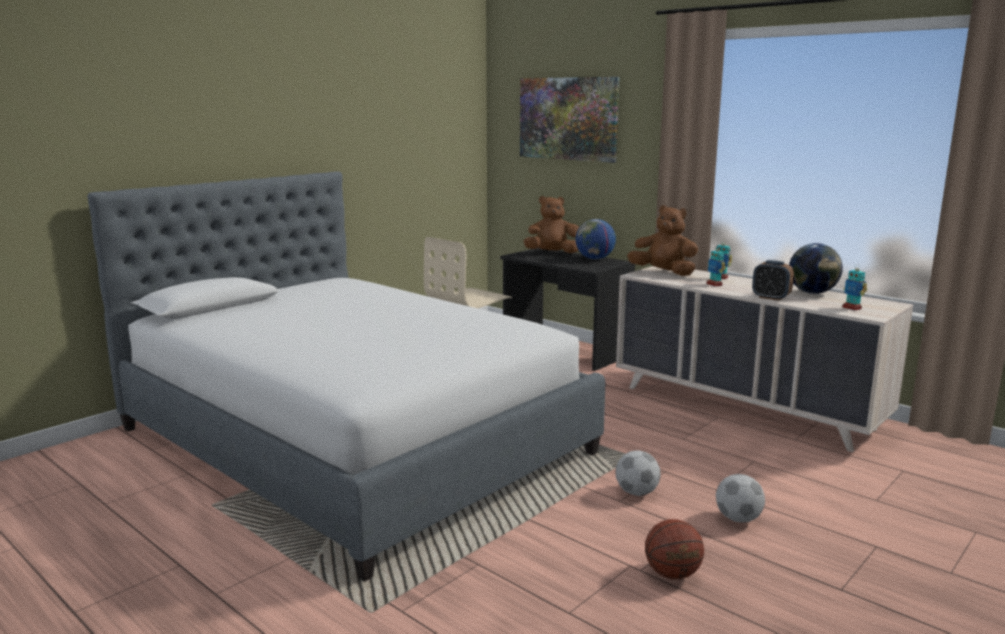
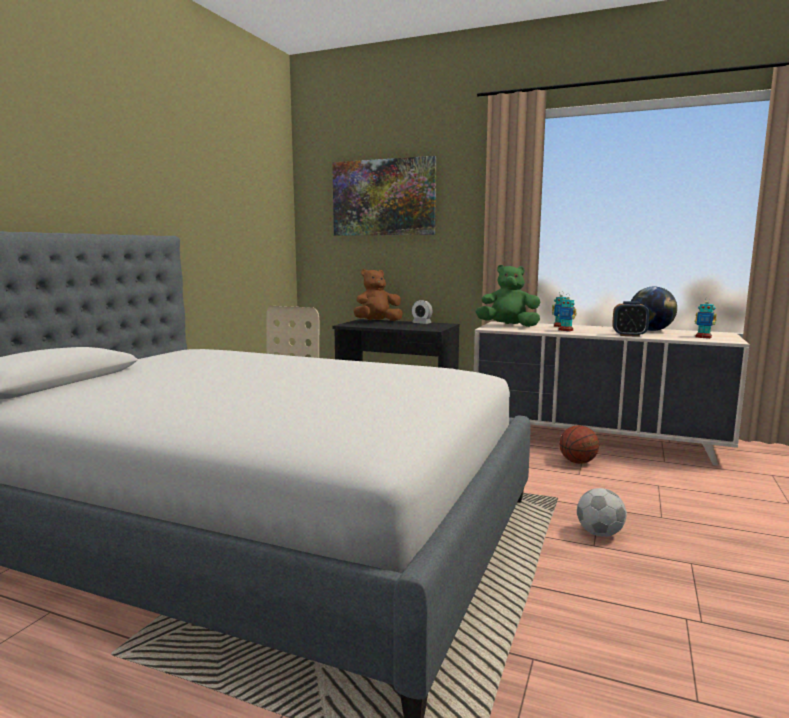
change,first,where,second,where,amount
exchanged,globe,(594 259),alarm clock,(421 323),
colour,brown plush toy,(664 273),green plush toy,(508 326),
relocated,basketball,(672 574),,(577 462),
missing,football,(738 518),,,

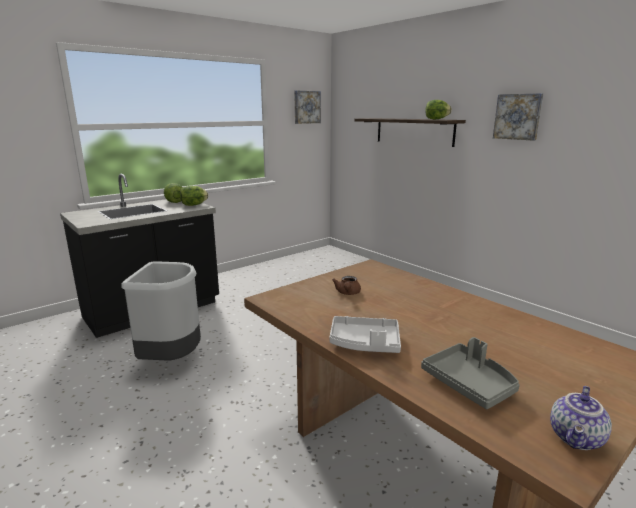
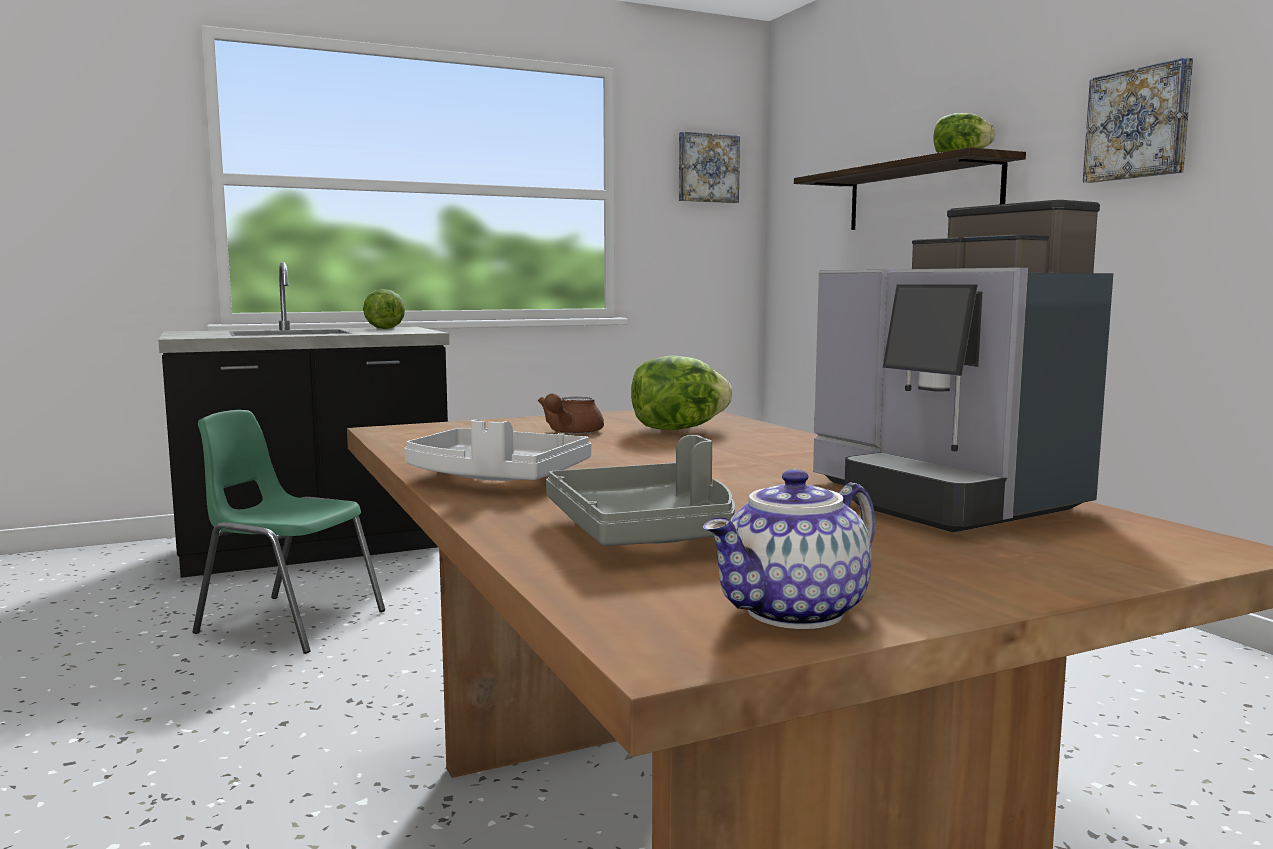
change,first,where,second,where,amount
exchanged,grey trash can,(172 359),green chair,(289 622),
relocated,lettuce,(194 205),,(677 429),
appeared,,,coffee machine,(942 499),

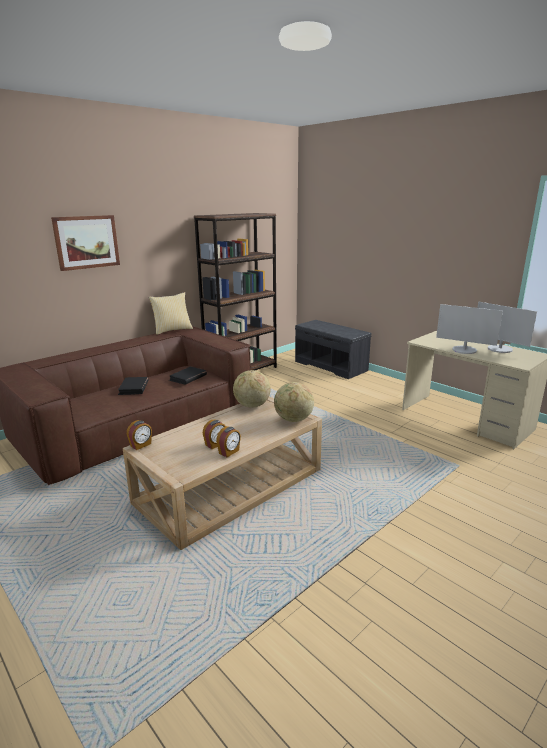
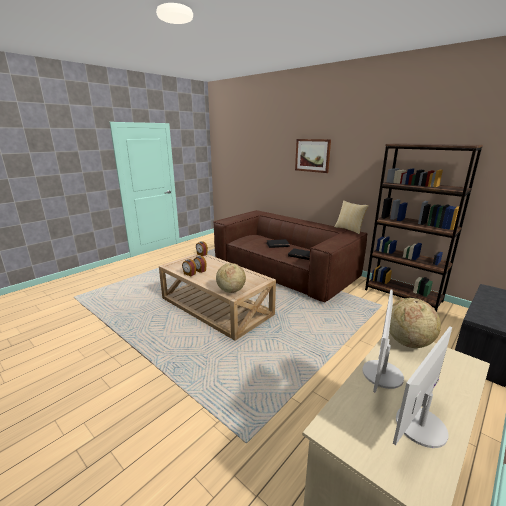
change,first,where,second,where,amount
relocated,globe,(252 405),,(407 342),

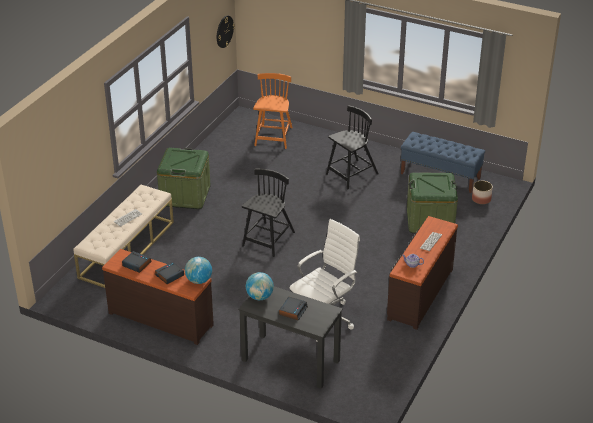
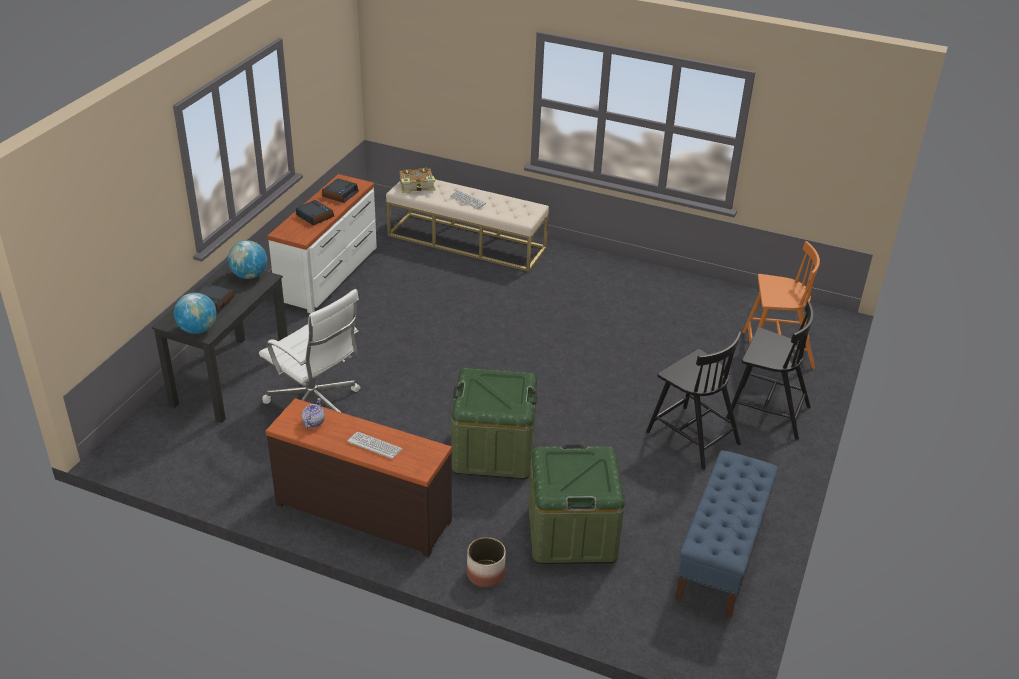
change,first,where,second,where,amount
colour,brown dresser,(161 318),white dresser,(329 274),
relocated,green storage box,(185 195),,(493 451),
relocated,globe,(199 280),,(198 329),
missing,wall clock,(224 31),,,
relocated,black chair,(268 240),,(766 412),
relocated,planter,(481 199),,(485 574),
appeared,,,book,(417 186),

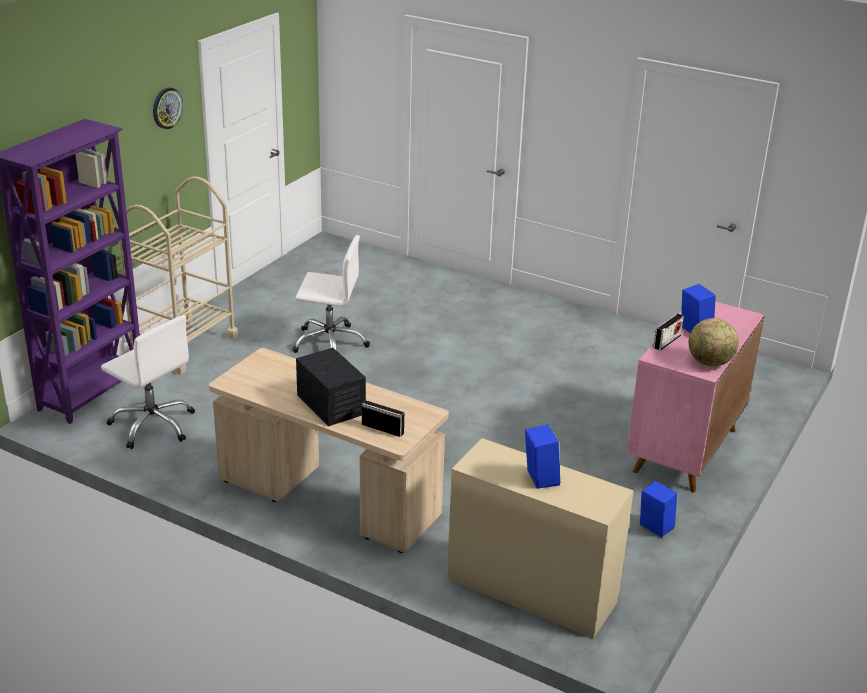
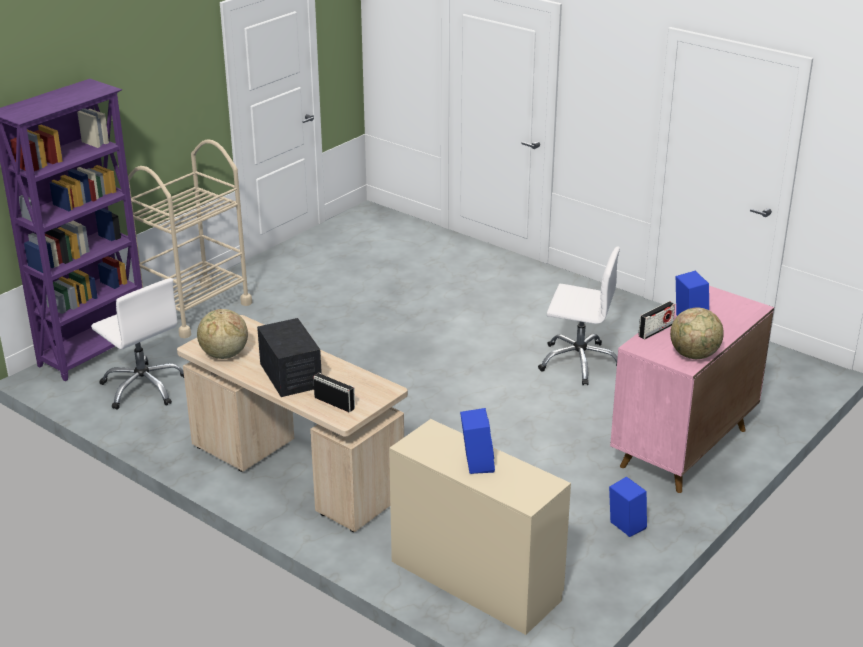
change,first,where,second,where,amount
missing,wall clock,(167 108),,,
relocated,white office chair,(330 343),,(579 362),
appeared,,,globe,(224 355),

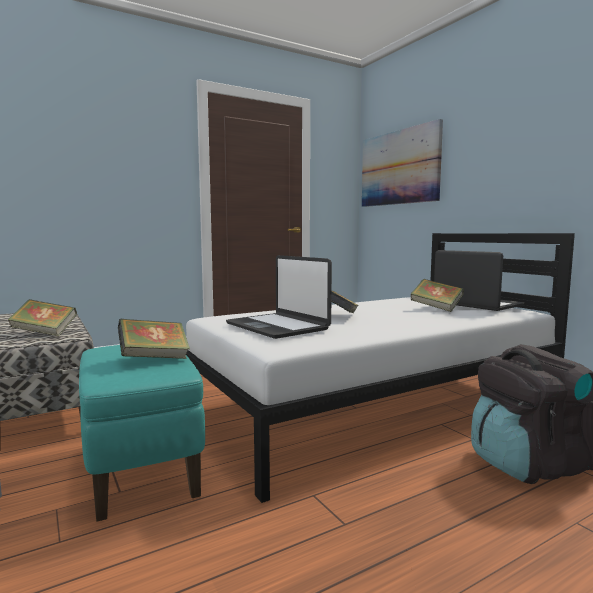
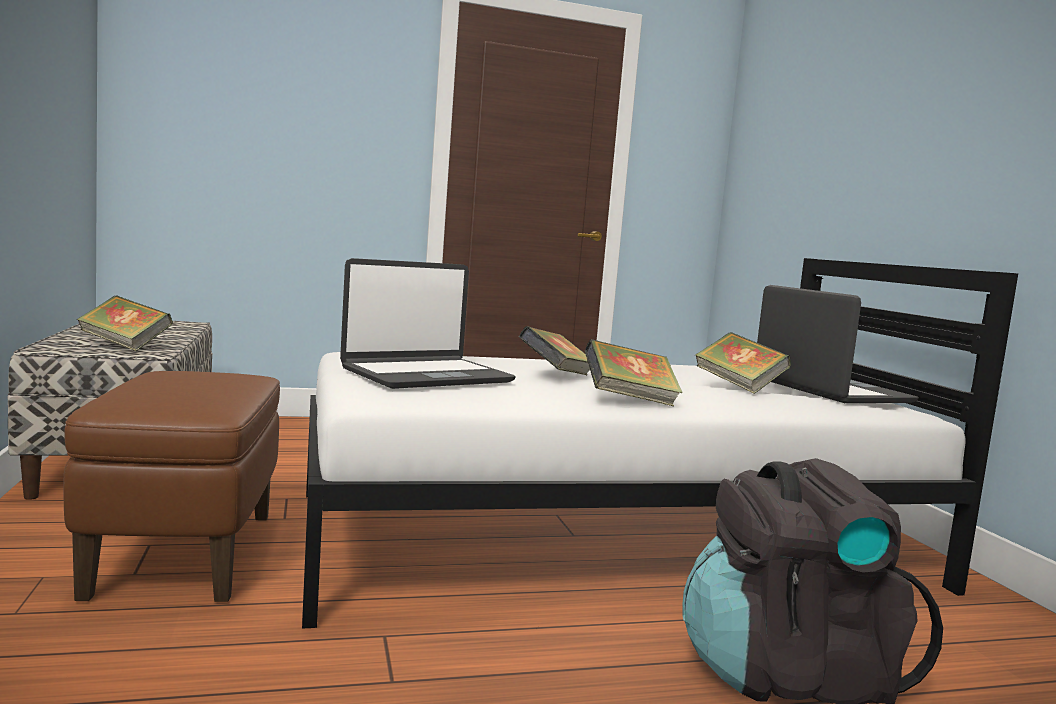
change,first,where,second,where,amount
colour,turquoise ottoman,(141 469),brown ottoman,(185 553),
relocated,book,(154 359),,(629 400),
spun,laptop,(278 327),,(426 375),105 degrees counterclockwise
missing,picture,(399 168),,,

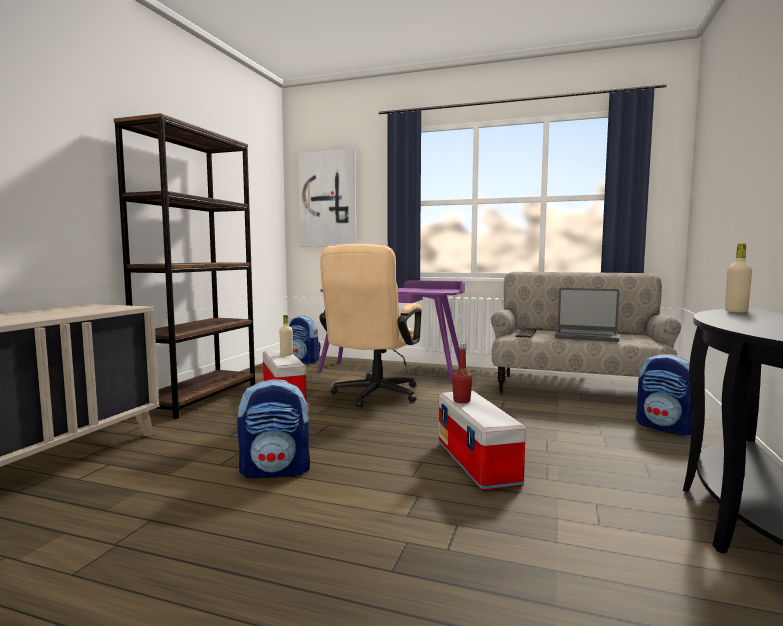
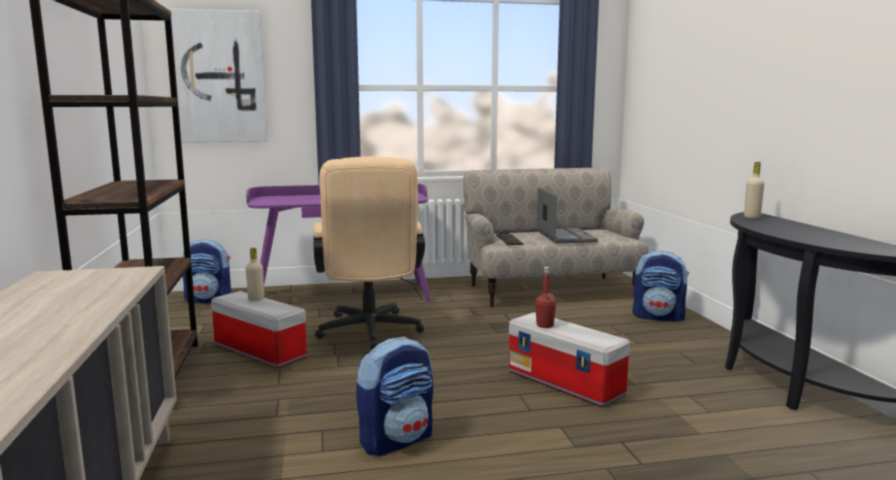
change,first,where,second,where,amount
spun,laptop,(586 336),,(565 237),90 degrees counterclockwise

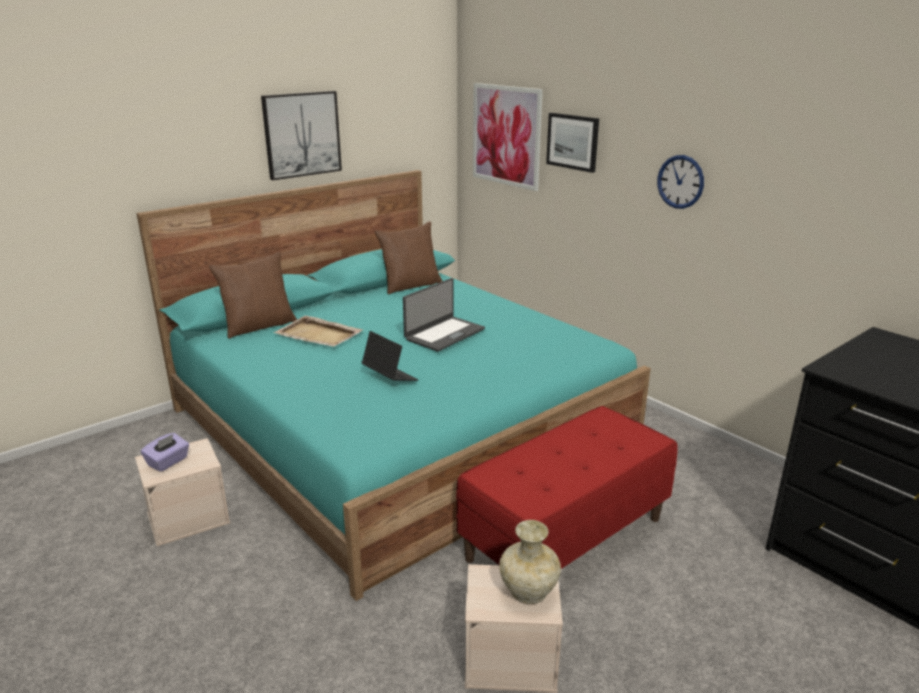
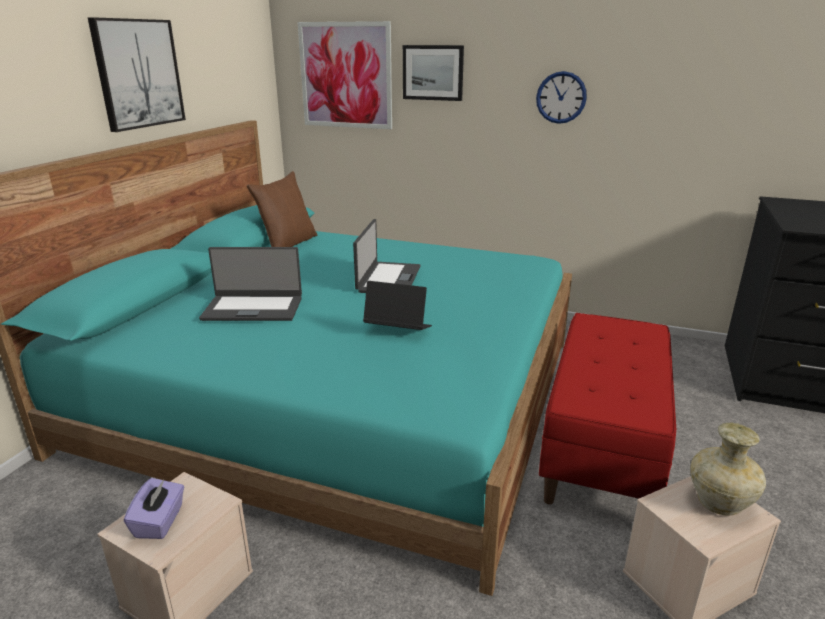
change,first,where,second,where,amount
missing,brown pillow,(259 326),,,
exchanged,beige tray,(319 335),laptop,(253 308),

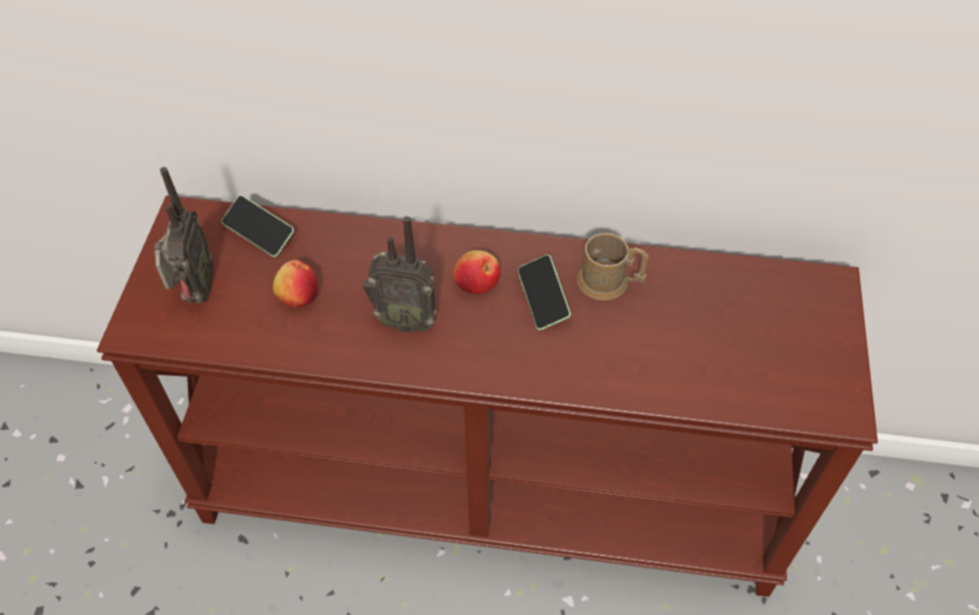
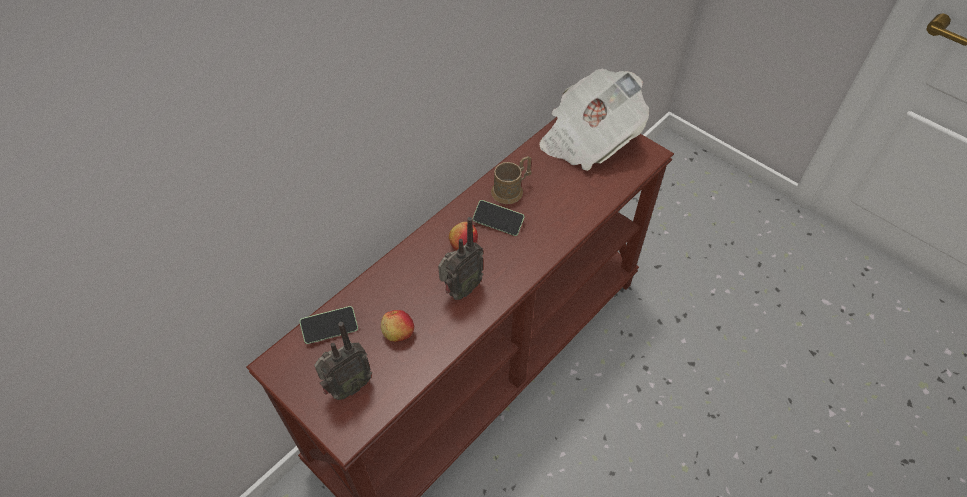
change,first,where,second,where,amount
spun,radio,(195 293),,(347 387),105 degrees clockwise
appeared,,,newspaper,(588 139),

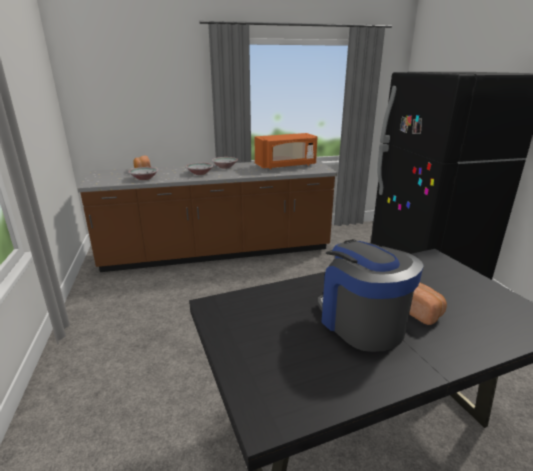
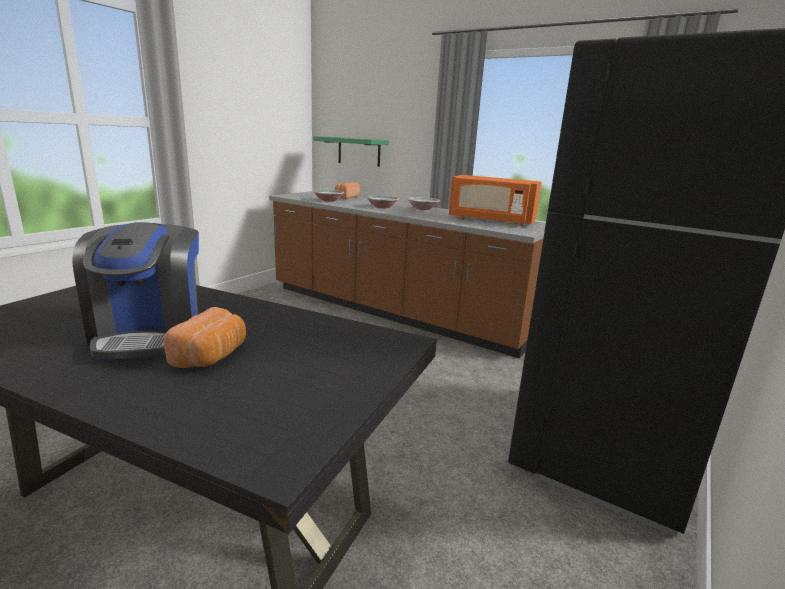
change,first,where,second,where,amount
spun,coffee machine,(361 322),,(149 334),150 degrees clockwise
appeared,,,green shelf,(359 151),

